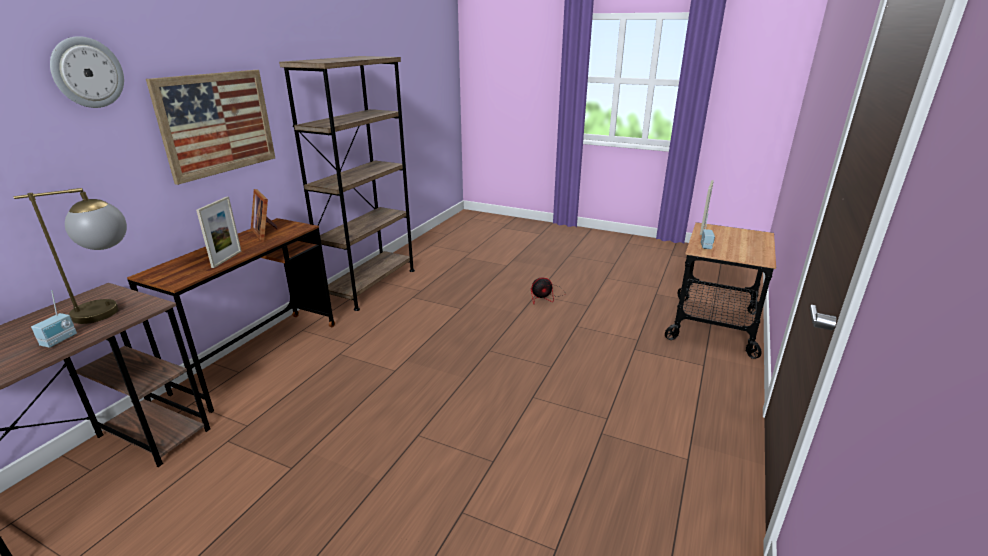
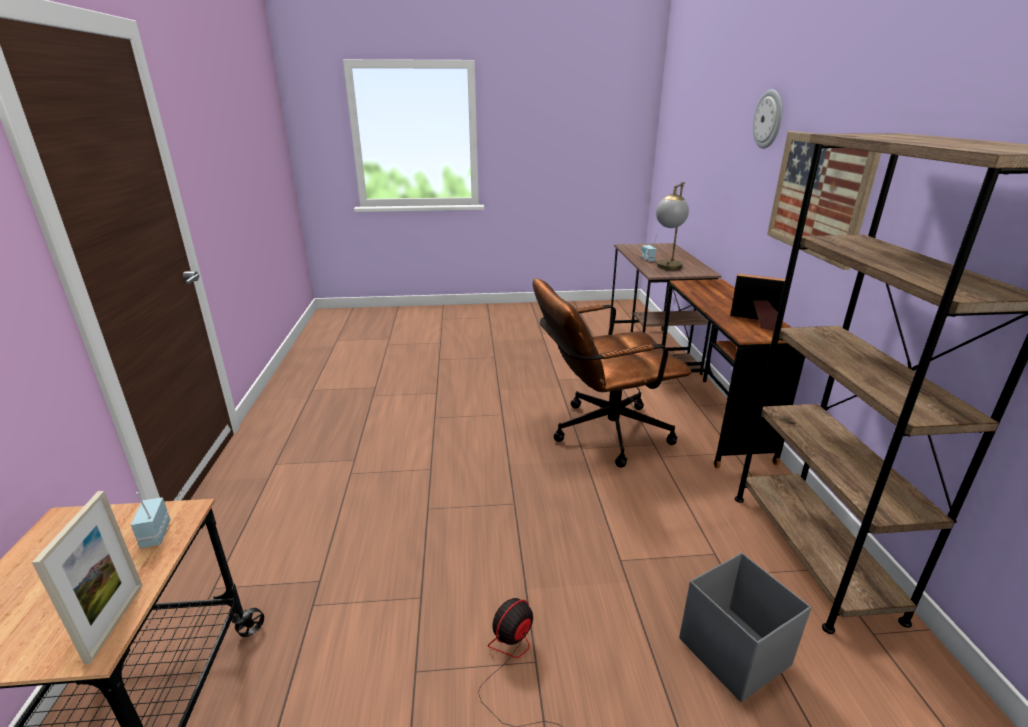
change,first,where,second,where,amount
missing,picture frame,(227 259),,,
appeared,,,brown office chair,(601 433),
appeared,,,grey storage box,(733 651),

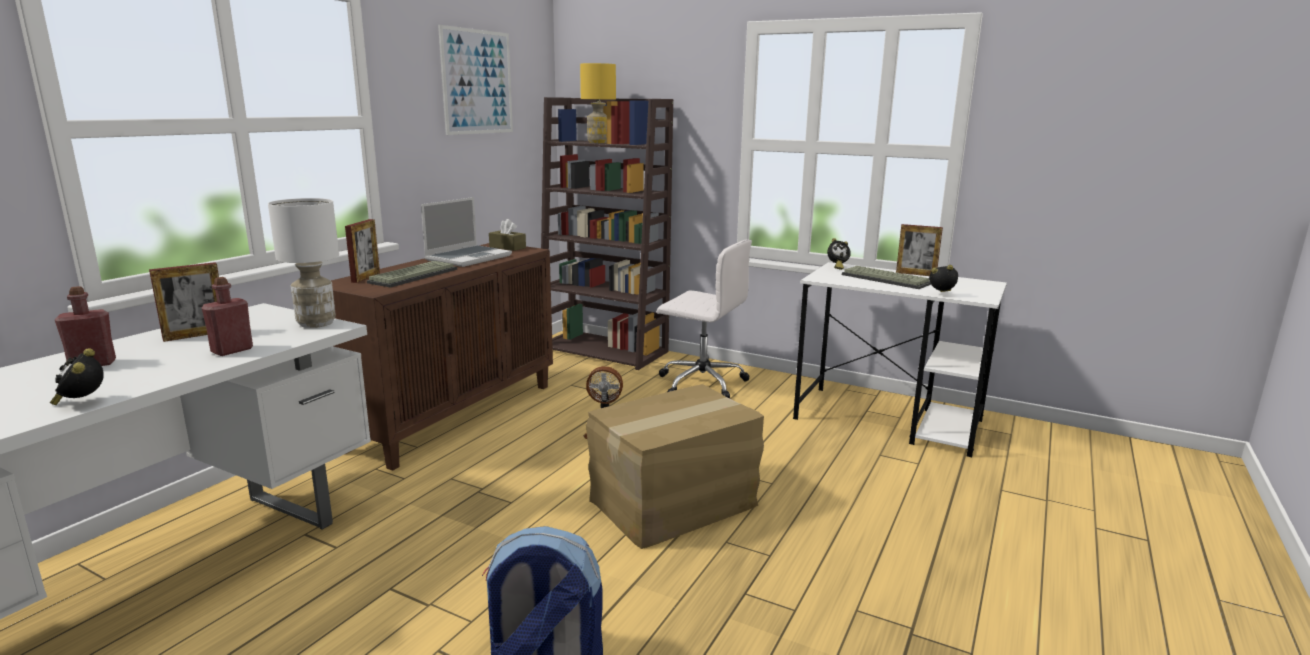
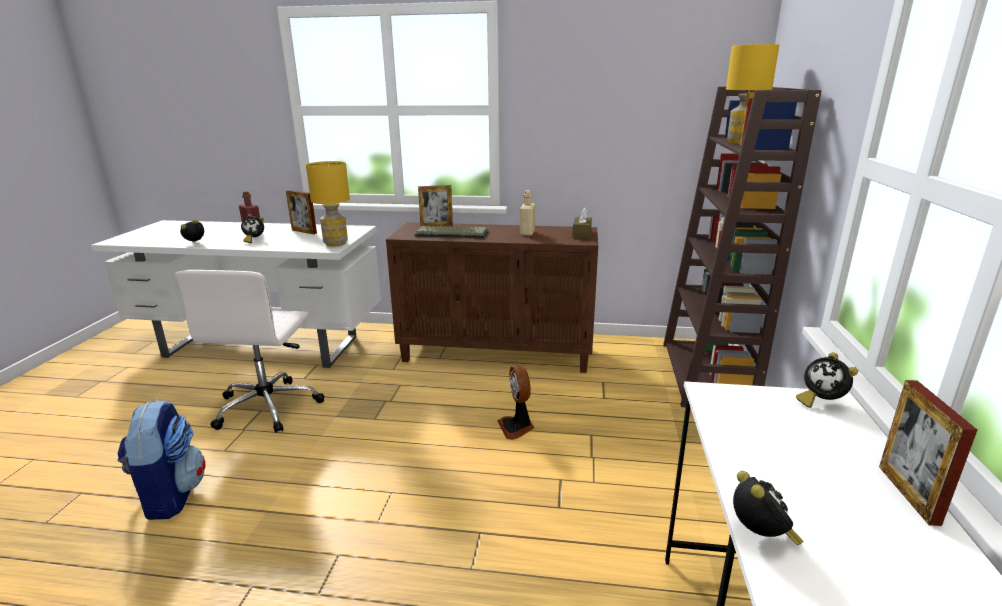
change,first,where,second,where,amount
missing,red bottle,(232 350),,,
colour,white table lamp,(316 323),yellow table lamp,(336 243),
exchanged,laptop,(468 257),beige bottle,(527 233),
missing,picture,(477 82),,,
missing,cardboard box,(674 504),,,
relocated,white office chair,(700 383),,(268 406),
missing,keyboard,(887 279),,,
appeared,,,alarm clock,(254 240),

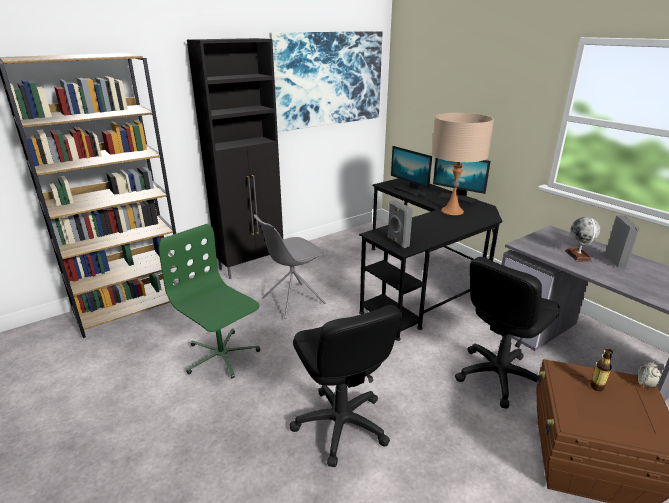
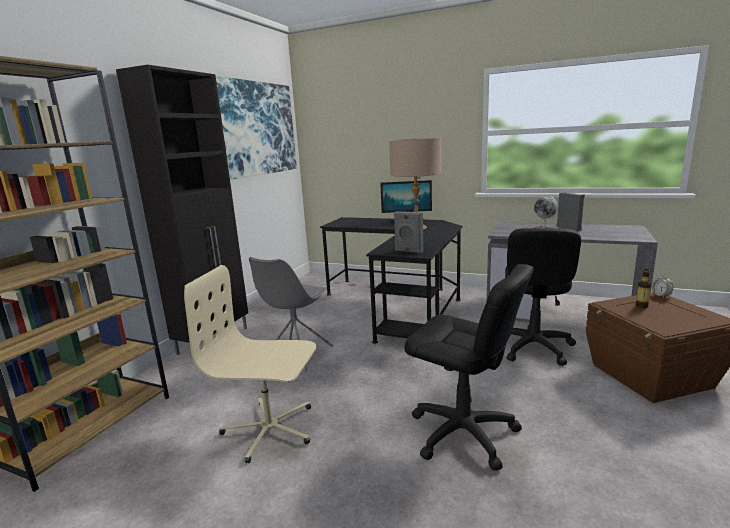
change,first,where,second,where,amount
colour,green office chair,(221 356),beige office chair,(270 429),
missing,monitor,(409 191),,,

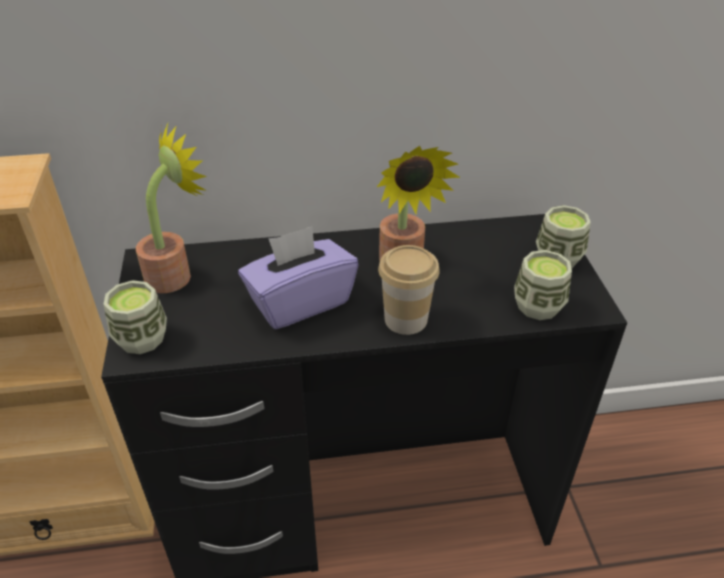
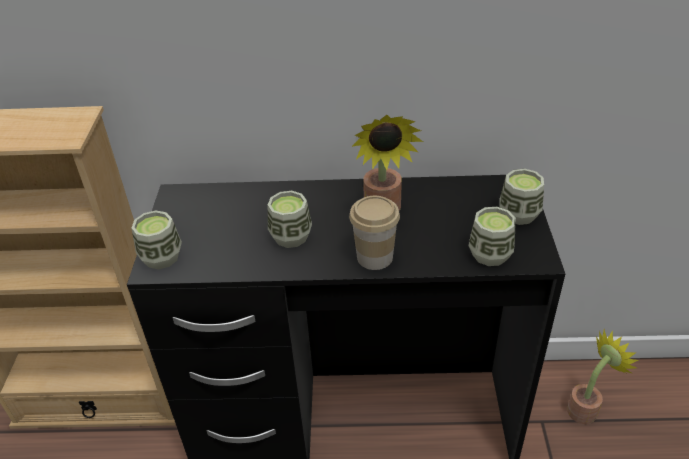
change,first,where,second,where,amount
relocated,potted plant,(176 274),,(586 408),
exchanged,purple tissue box,(300 302),cup,(291 236),

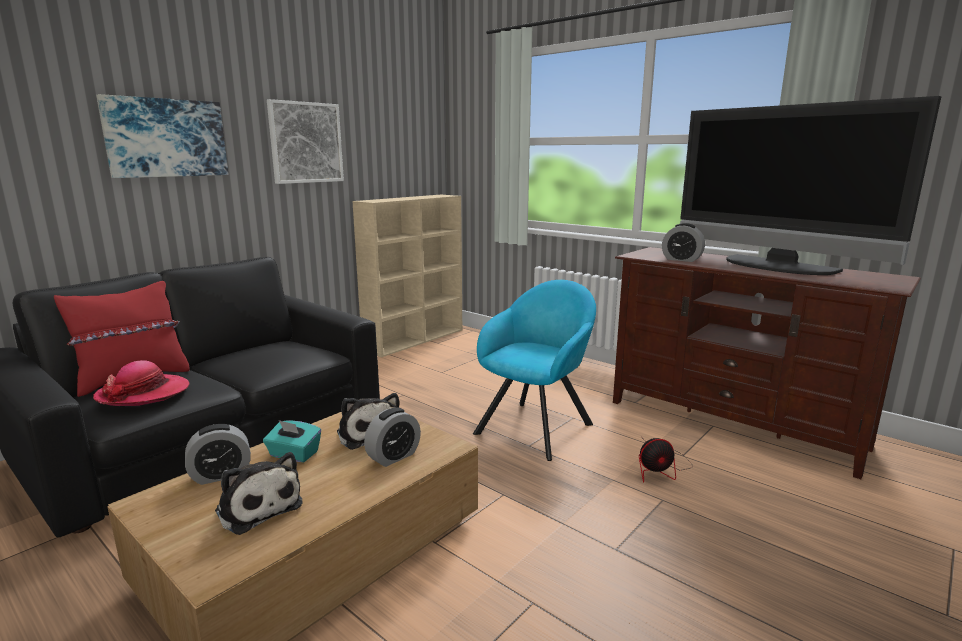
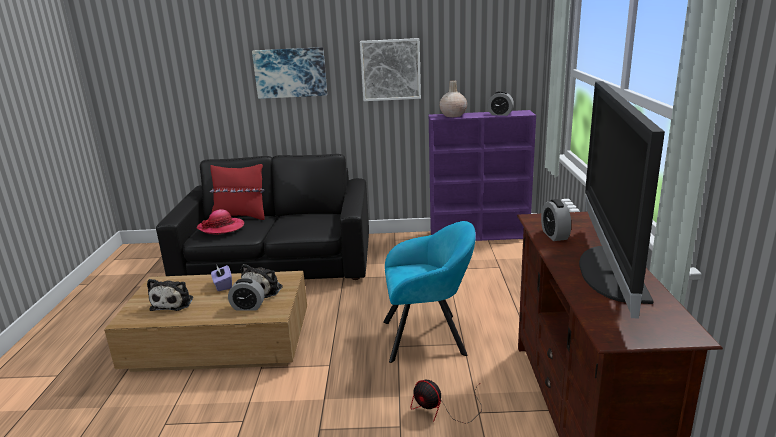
change,first,where,second,where,amount
relocated,alarm clock,(221 475),,(500 114),
colour,turquoise tissue box,(294 454),purple tissue box,(223 285),
colour,beige bookcase,(415 339),purple bookcase,(480 235),
appeared,,,beige vase,(453 115),

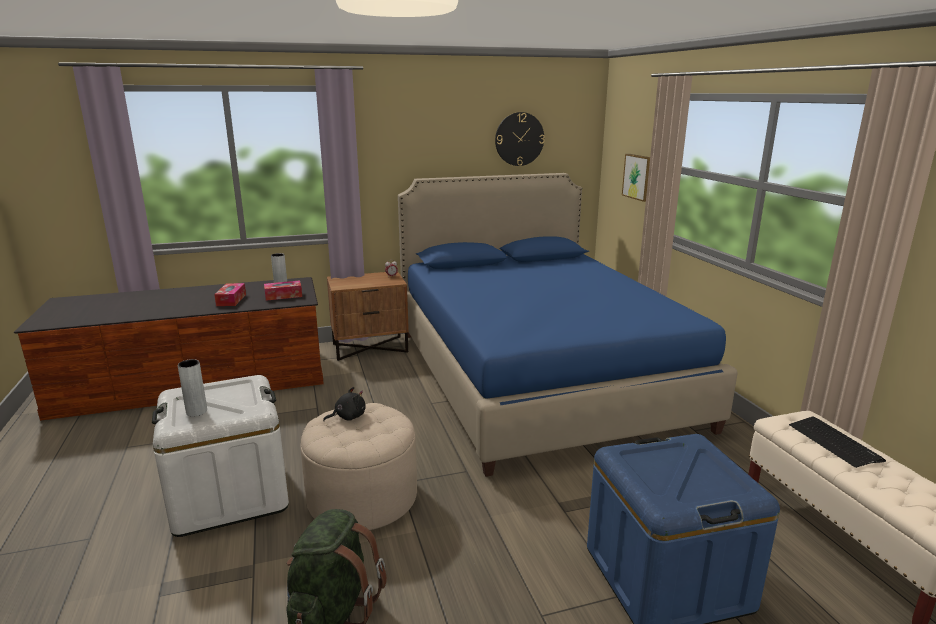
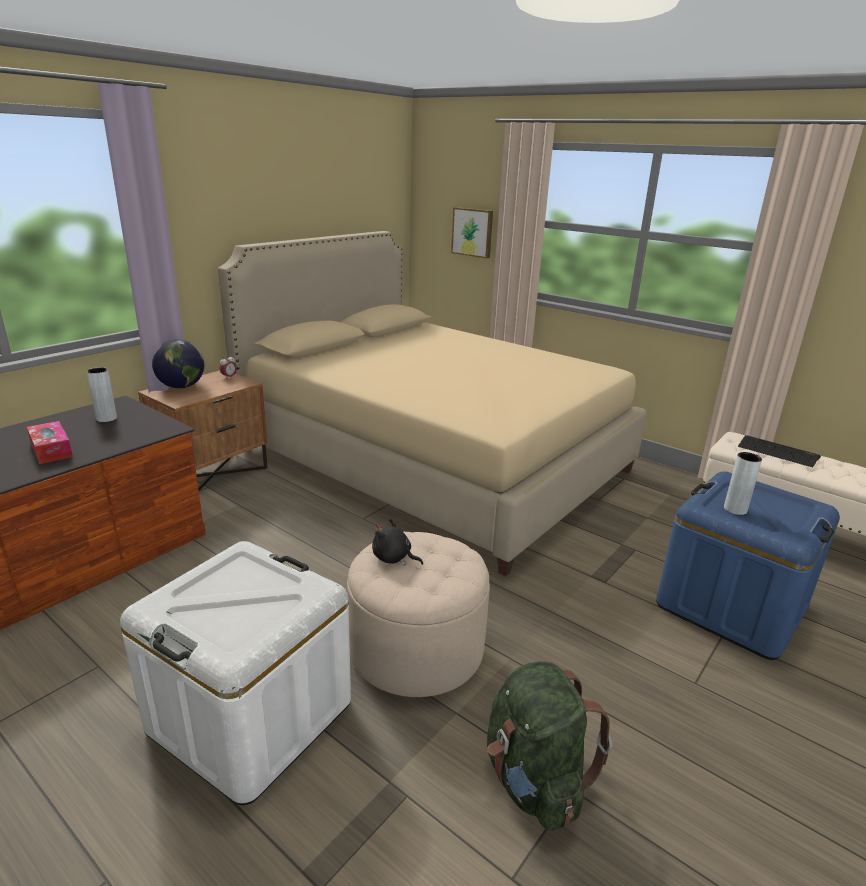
change,first,where,second,where,amount
relocated,grey vase,(196 411),,(735 509),
missing,tissue box,(283 296),,,
spun,black plush toy,(348 417),,(393 558),90 degrees counterclockwise
colour,blue bed,(537 376),beige bed,(433 460),
missing,wall clock,(519 139),,,
appeared,,,globe,(182 386),

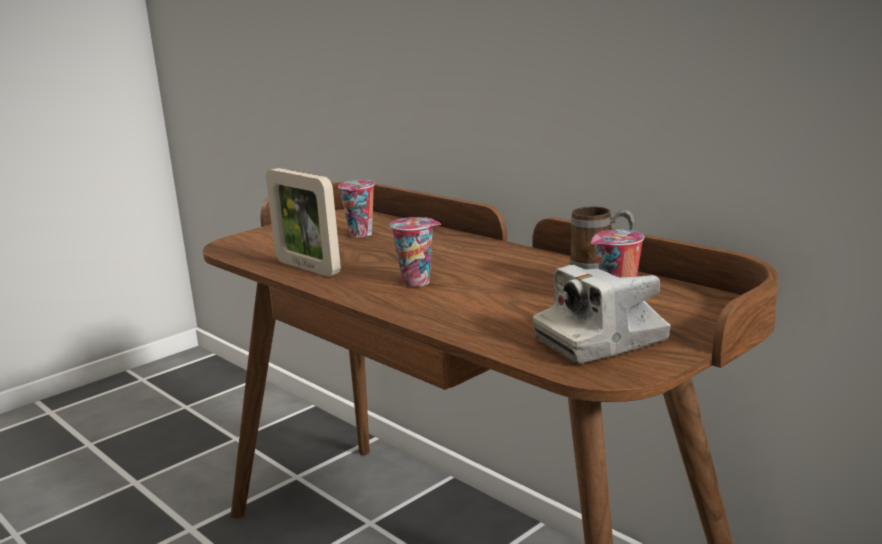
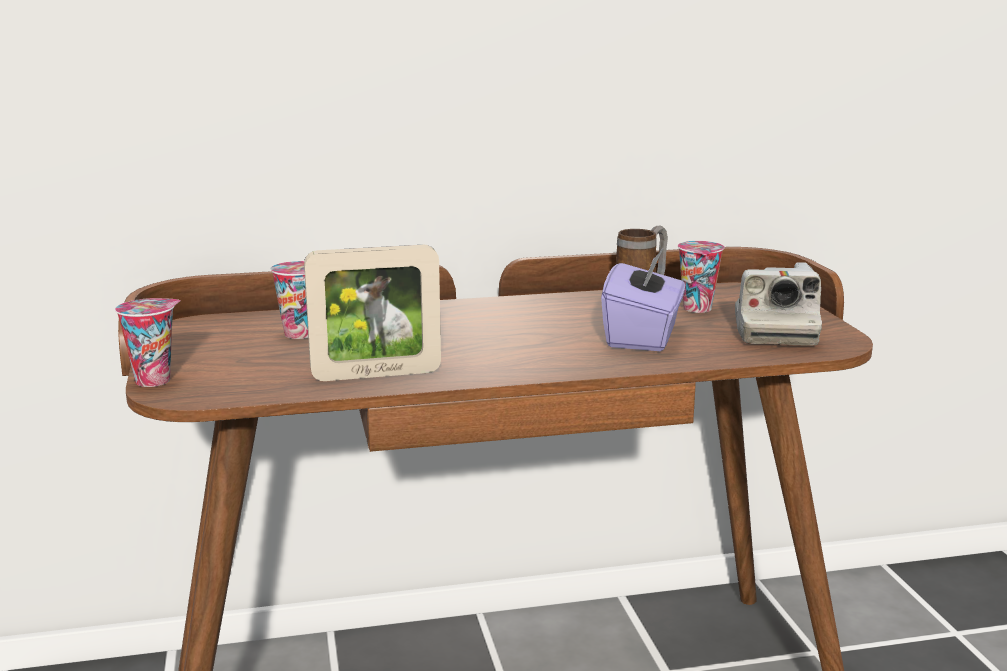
change,first,where,second,where,amount
relocated,cup,(418 282),,(155 380),
appeared,,,purple tissue box,(643 337),

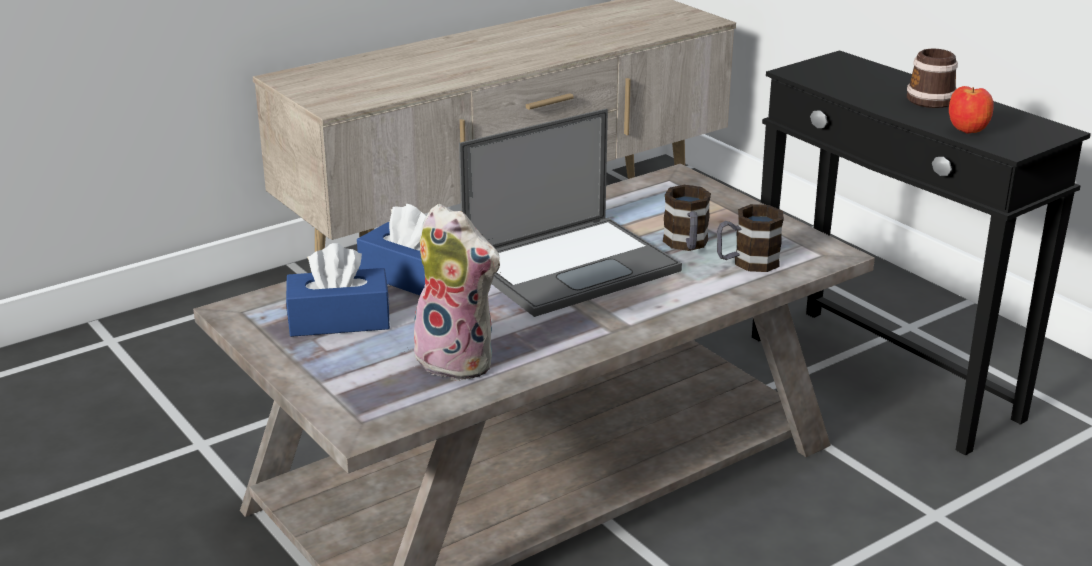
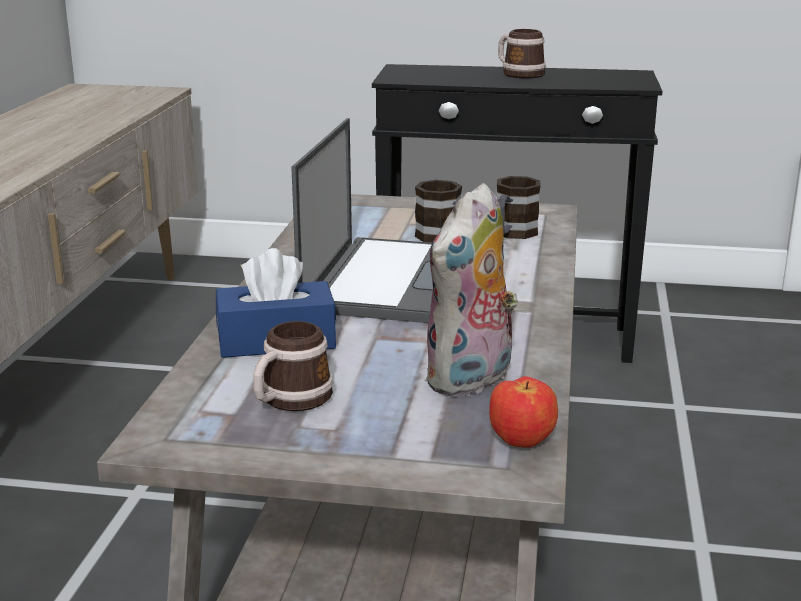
change,first,where,second,where,amount
exchanged,blue tissue box,(339 320),mug,(289 400),
spun,plush toy,(460 360),,(471 380),135 degrees clockwise
relocated,apple,(968 131),,(522 443),

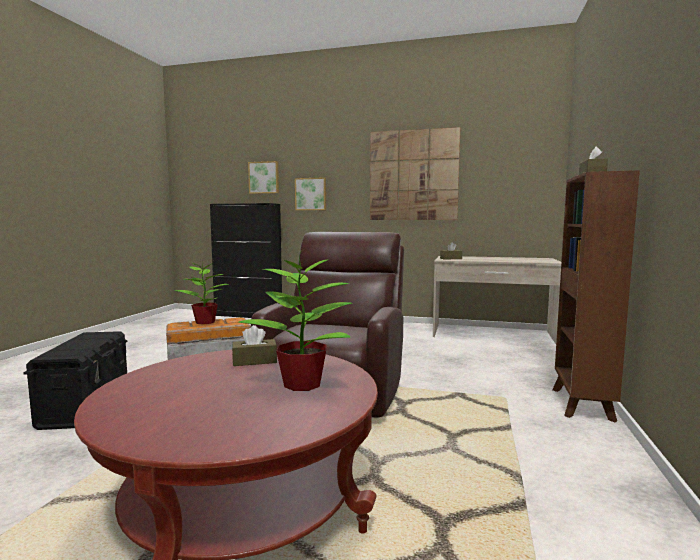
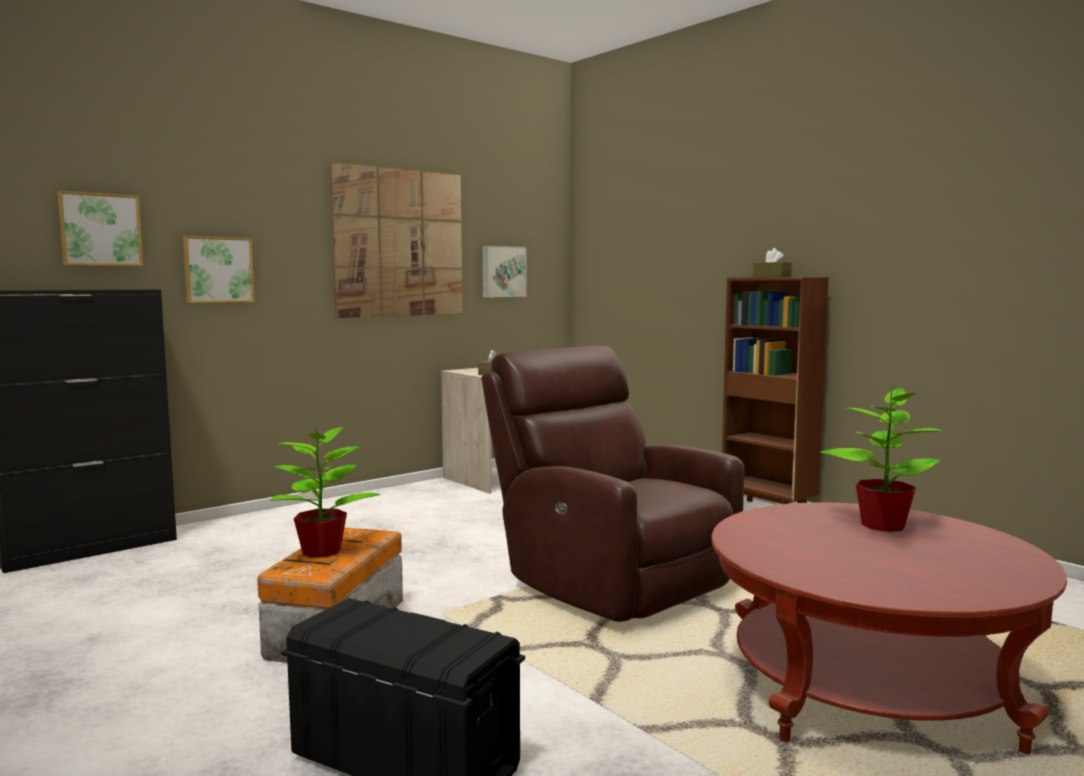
change,first,where,second,where,amount
missing,brown tissue box,(254 361),,,
appeared,,,picture,(502 271),

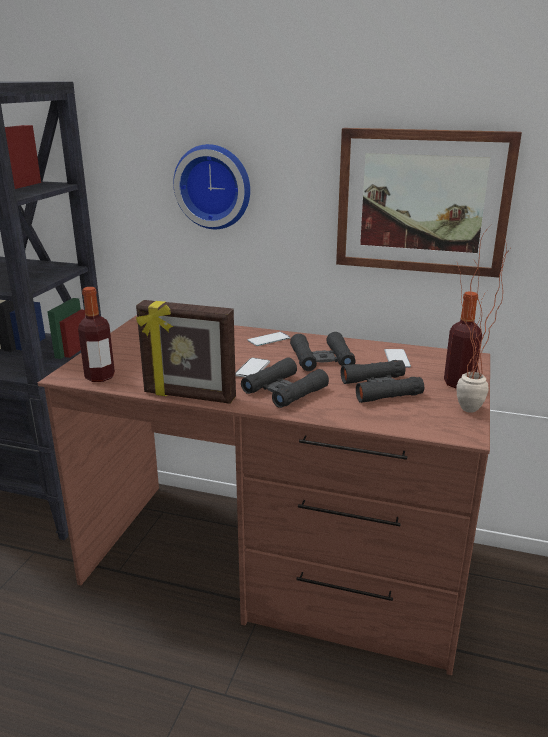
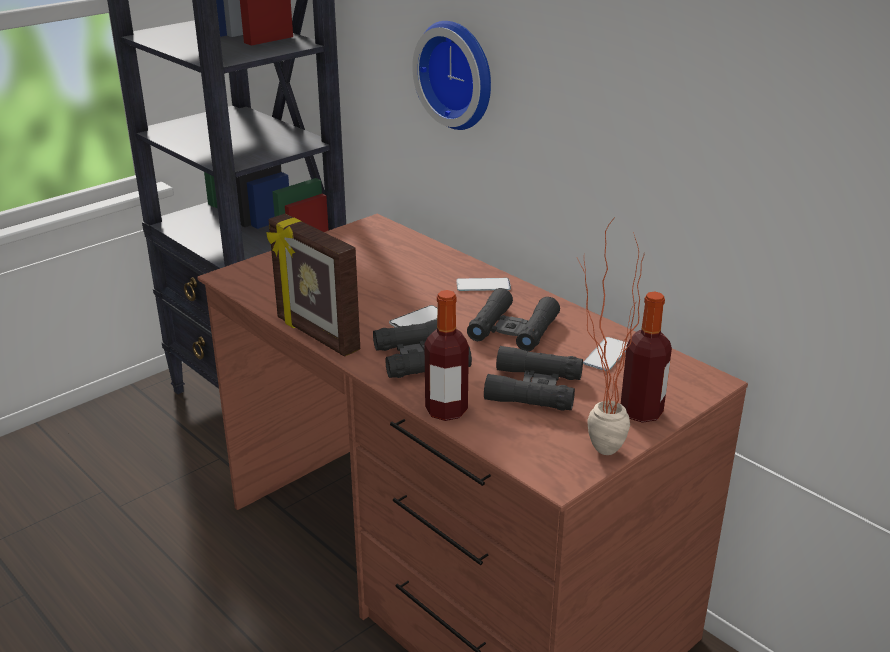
change,first,where,second,where,amount
relocated,bottle,(100 377),,(446 410),
missing,picture,(422 202),,,

